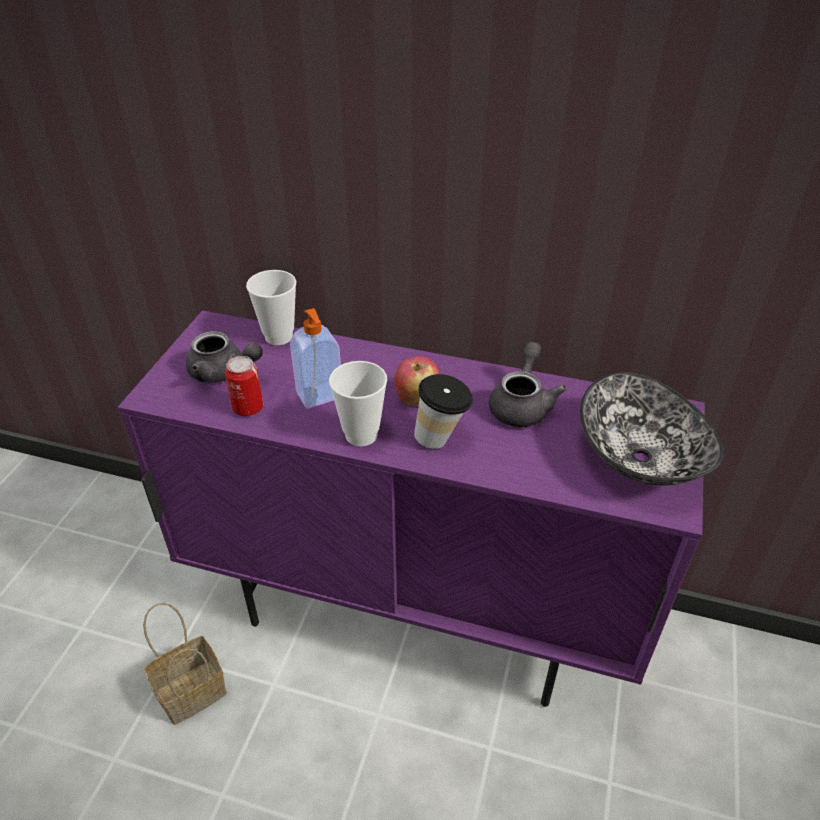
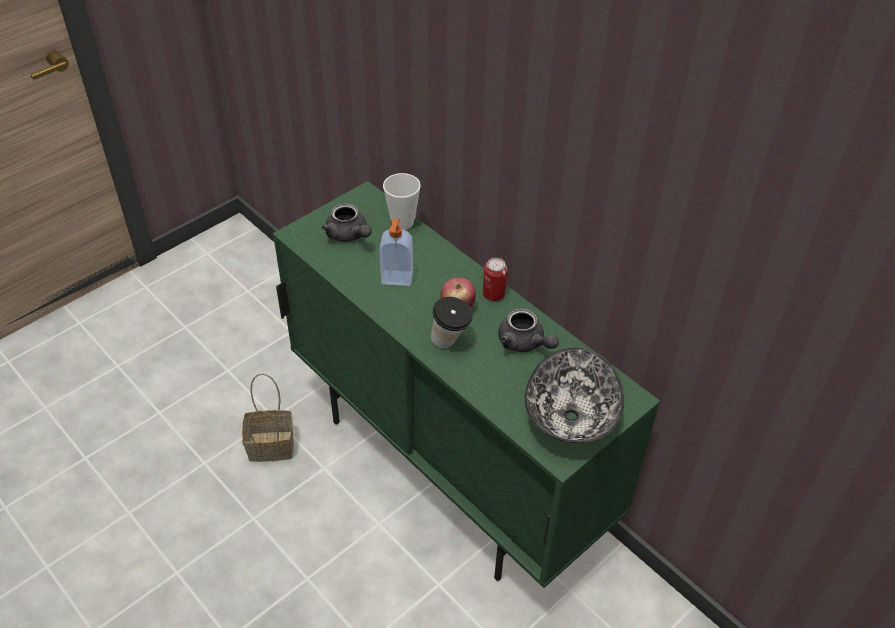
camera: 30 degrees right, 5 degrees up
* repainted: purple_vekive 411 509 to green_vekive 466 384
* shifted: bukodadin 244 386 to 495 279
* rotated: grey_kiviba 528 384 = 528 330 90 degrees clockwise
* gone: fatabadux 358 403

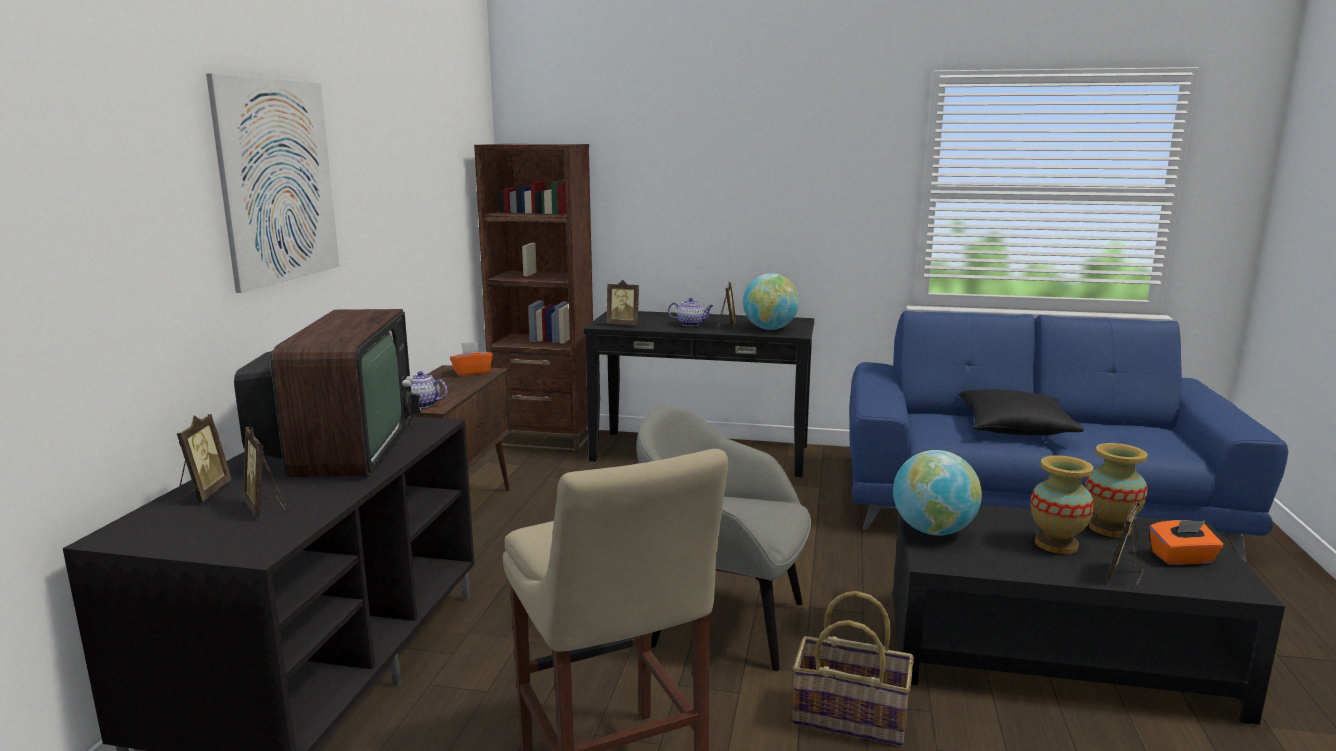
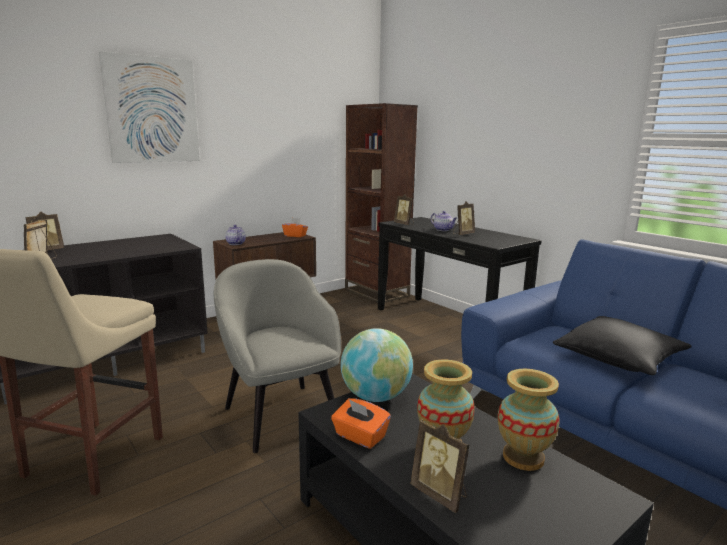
camera: 40 degrees right, 0 degrees up
* shifted: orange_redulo 1186 542 to 361 423
* rotated: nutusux 1124 544 = 440 466 120 degrees counterclockwise
* gone: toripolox 328 393
* gone: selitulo 771 301
* gone: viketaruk 853 668

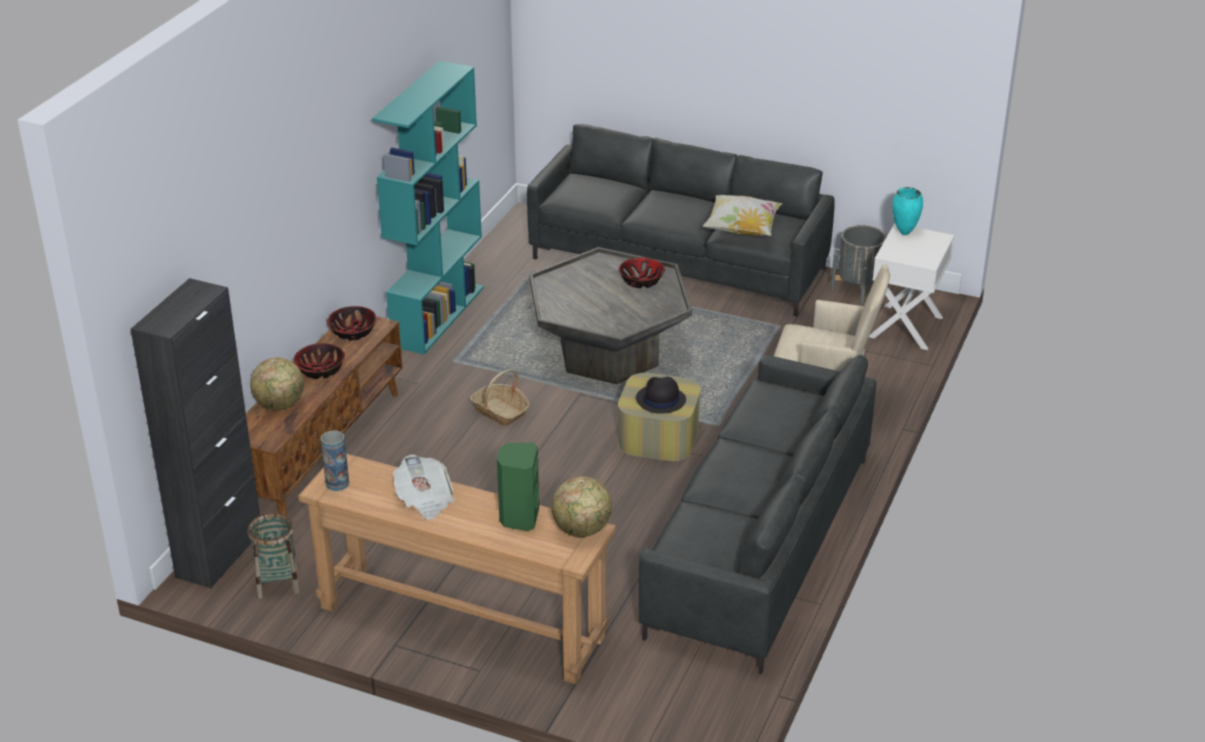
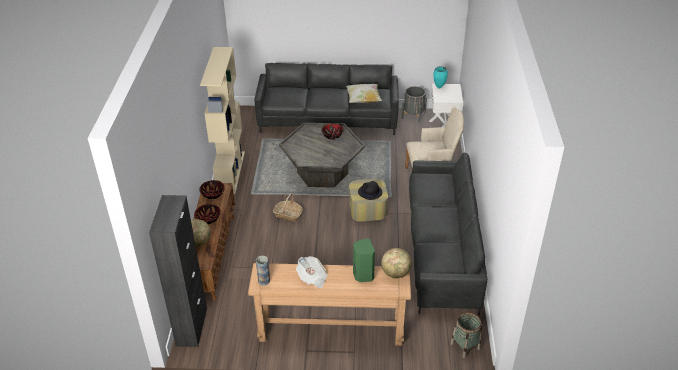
camera: 20 degrees left, 5 degrees up
* repainted: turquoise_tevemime 428 208 to beige_tevemime 222 120
* shifted: viketaruk 273 556 to 466 335

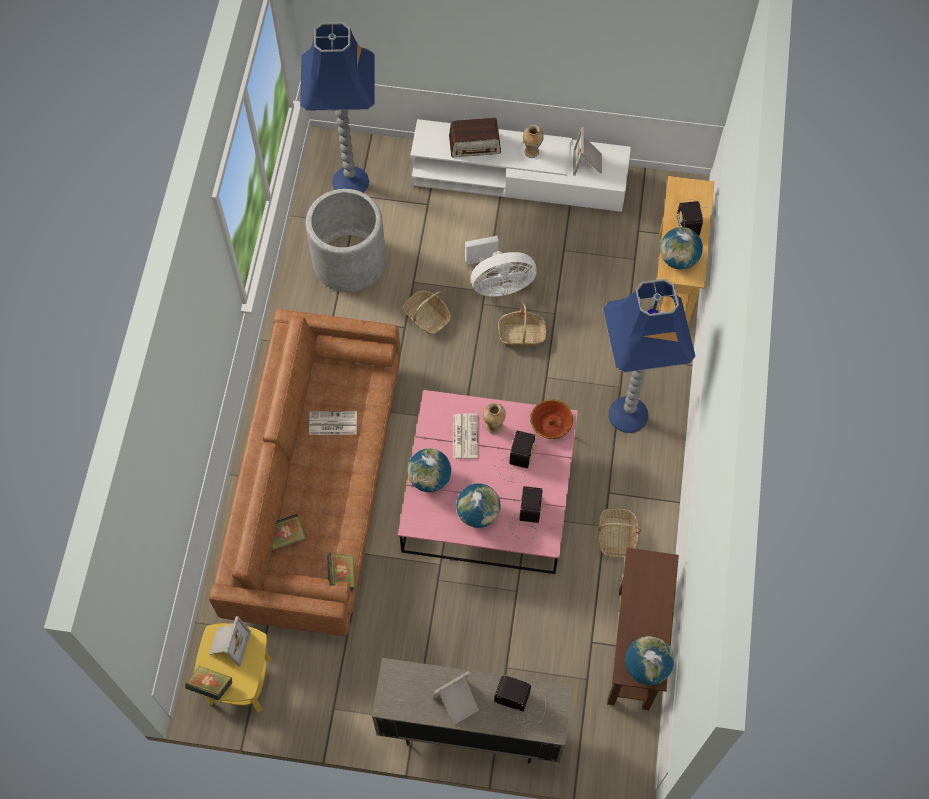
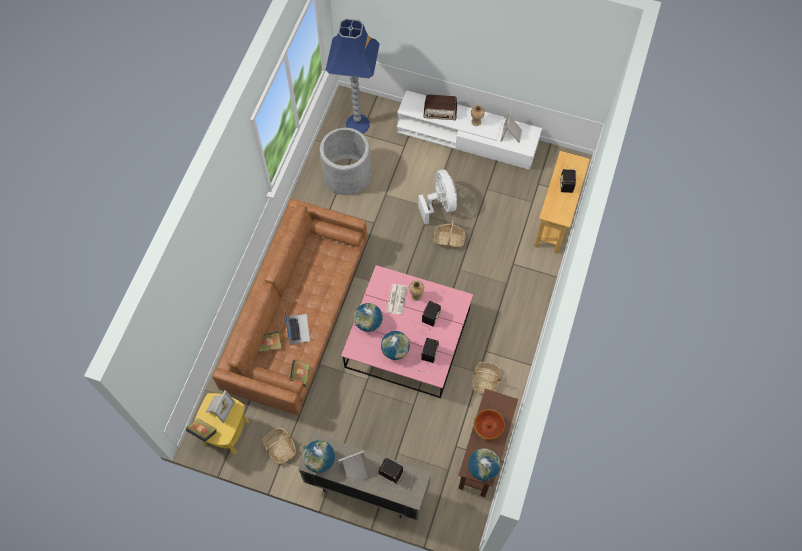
camera: 10 degrees right, 0 degrees up
* shifted: viketaruk 426 312 to 279 446
* new: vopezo 297 326
* shifted: selitulo 681 248 to 319 456
* rotated: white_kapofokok 501 266 = 437 197 105 degrees counterclockwise
* shifted: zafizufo 551 419 to 489 424
* gone: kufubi 333 423
* gone: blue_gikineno 649 356

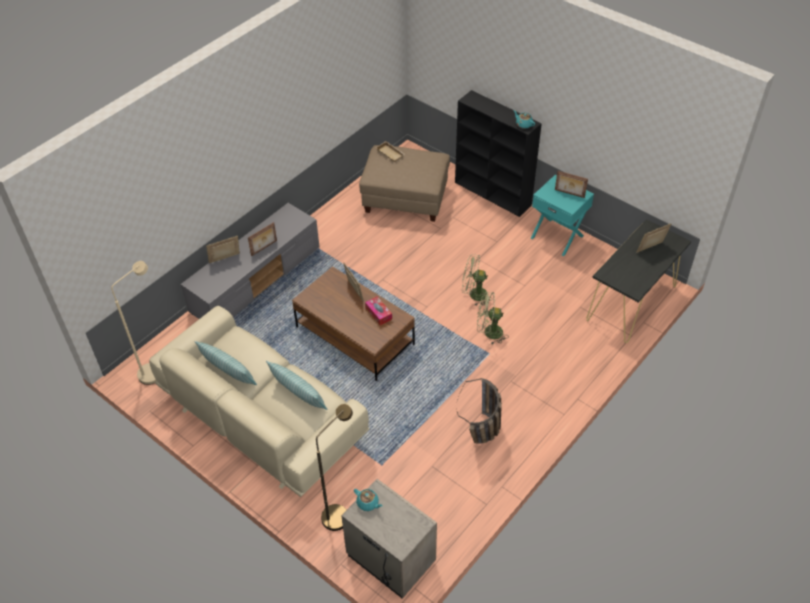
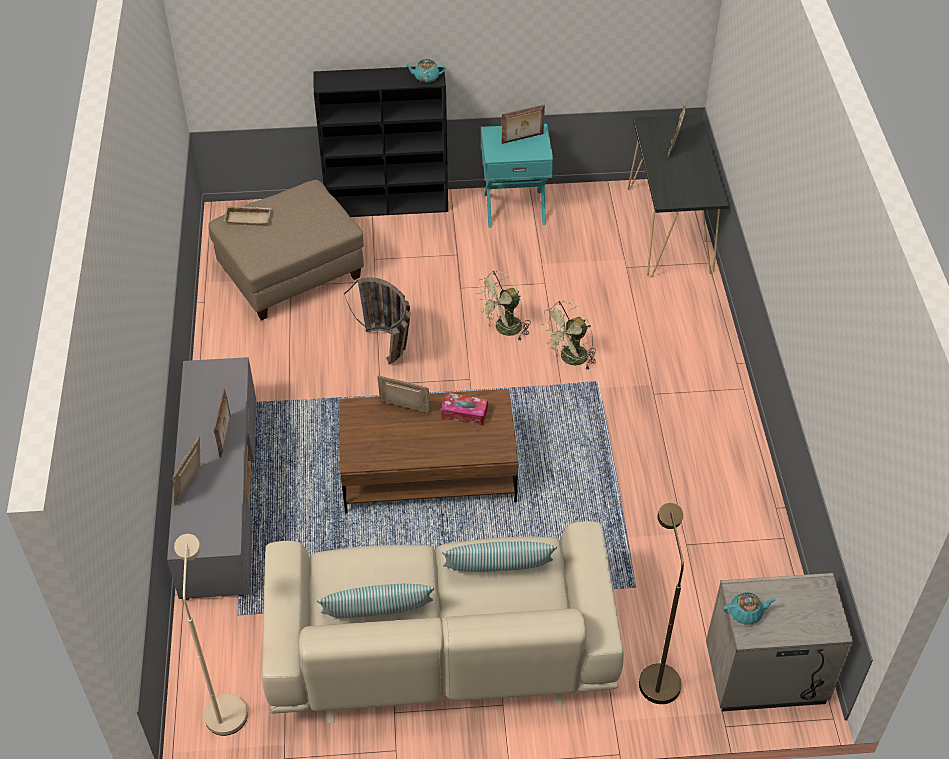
camera: 45 degrees left, 0 degrees up
* shifted: viketaruk 479 411 to 377 320

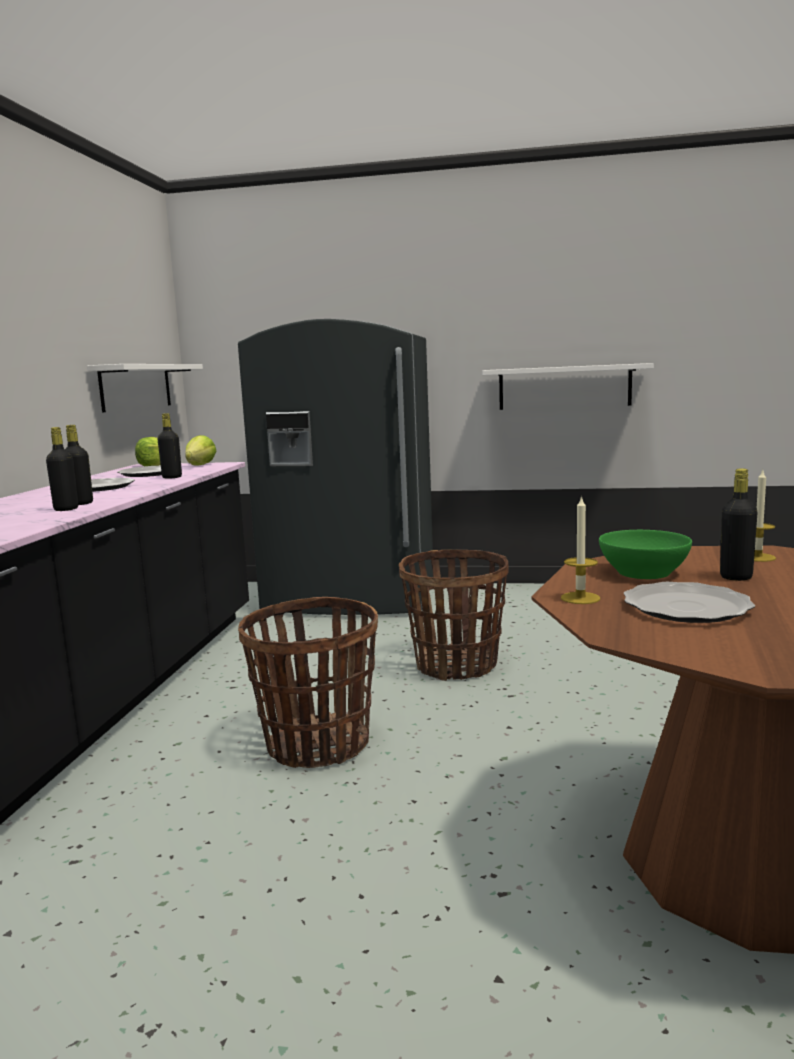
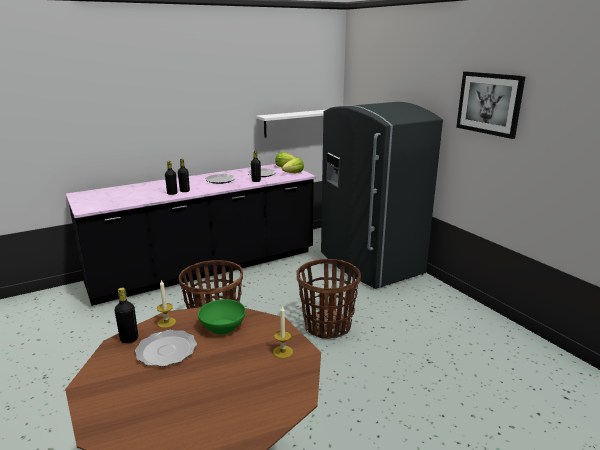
camera: 50 degrees right, 10 degrees up
* shifted: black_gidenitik 739 524 to 126 315
* new: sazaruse 491 105
* gone: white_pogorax 568 386

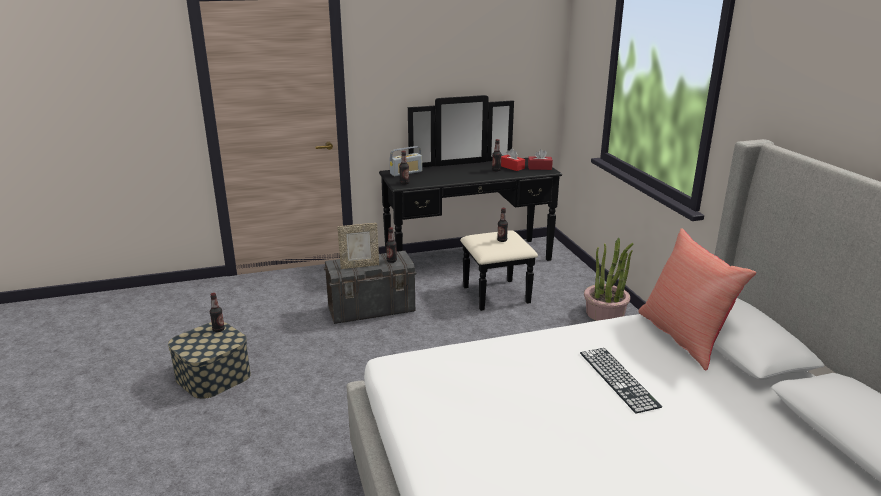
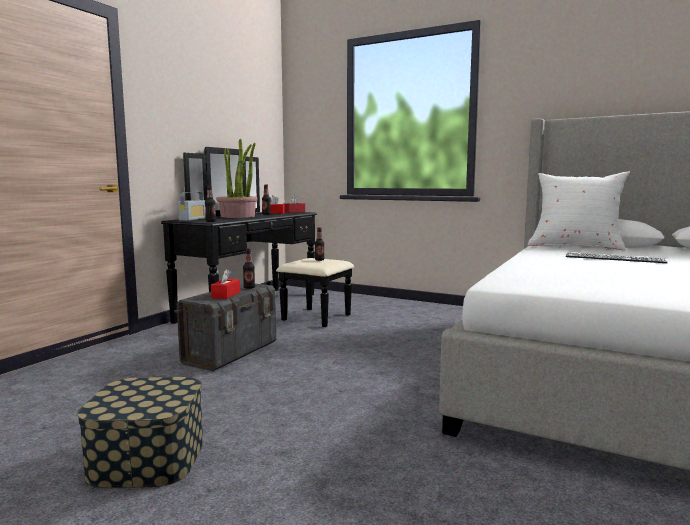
camera: 45 degrees left, 15 degrees down
* swapped: nutusux 358 246 to red_redulo 225 284
* shifted: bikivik 609 279 to 237 178
* repainted: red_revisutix 697 299 to white_revisutix 579 211
* gone: gidenitik 217 312

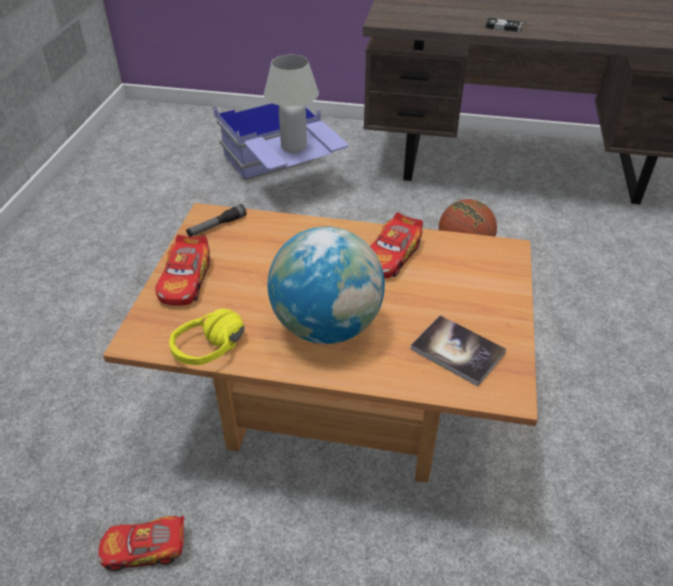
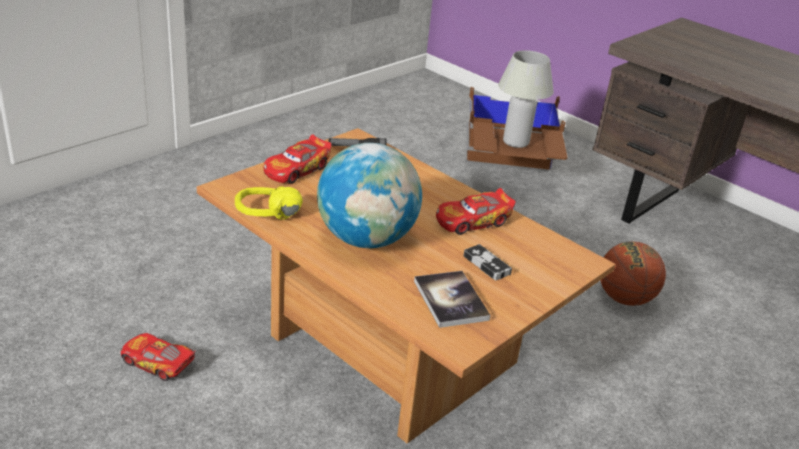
camera: 30 degrees right, 10 degrees down
* shifted: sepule 504 25 to 487 262
* repainted: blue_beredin 281 141 to brown_beredin 517 129

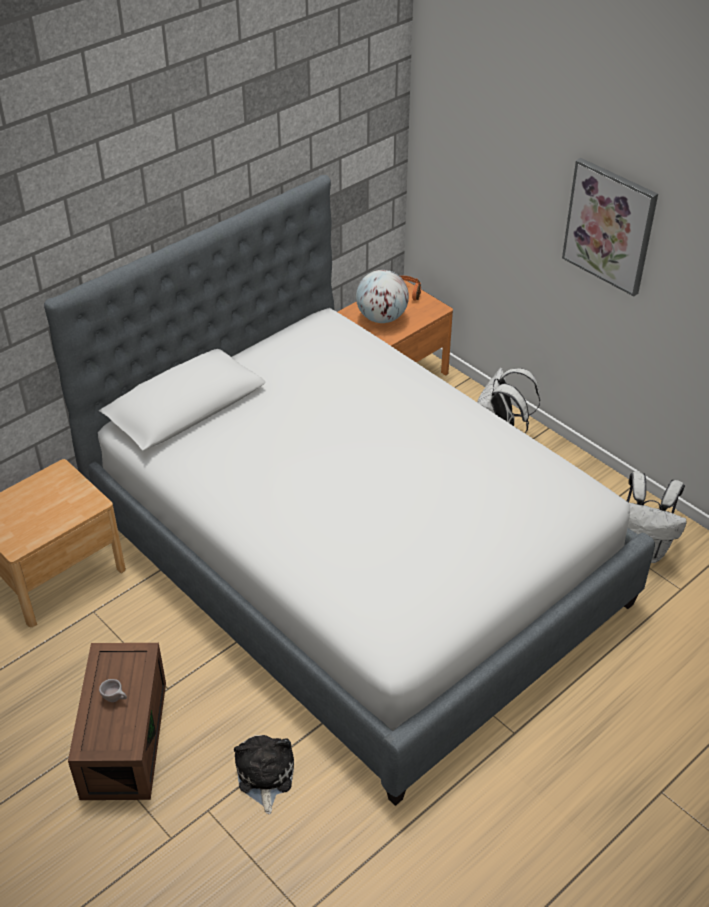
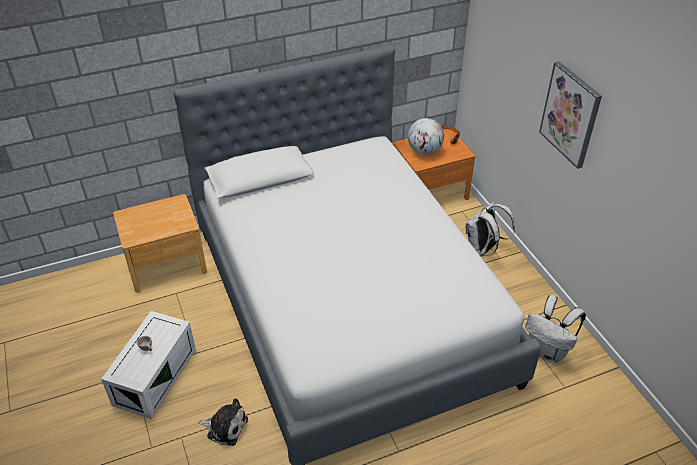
camera: 20 degrees right, 0 degrees up
* repainted: brown_beredin 117 721 to white_beredin 148 365
* rotated: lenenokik 264 774 = 223 422 90 degrees clockwise

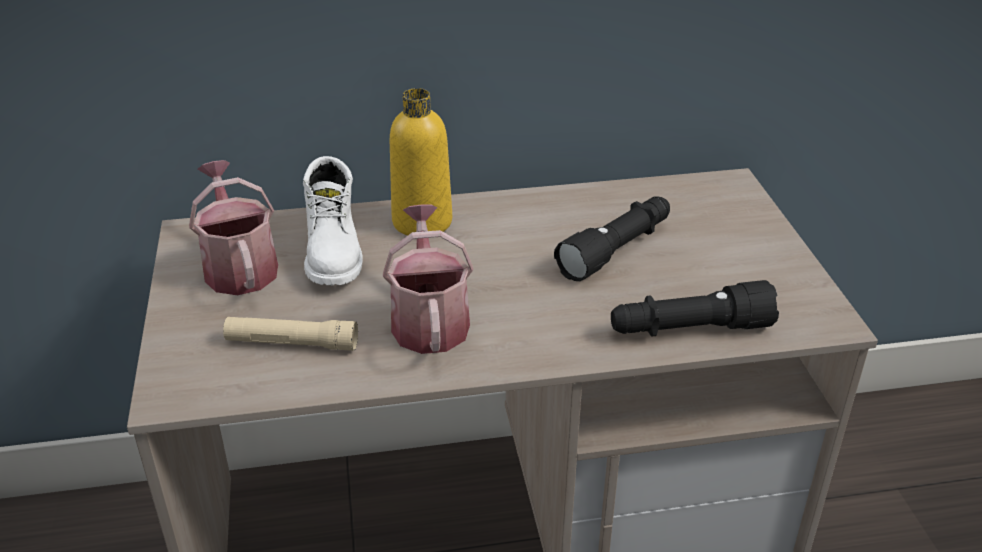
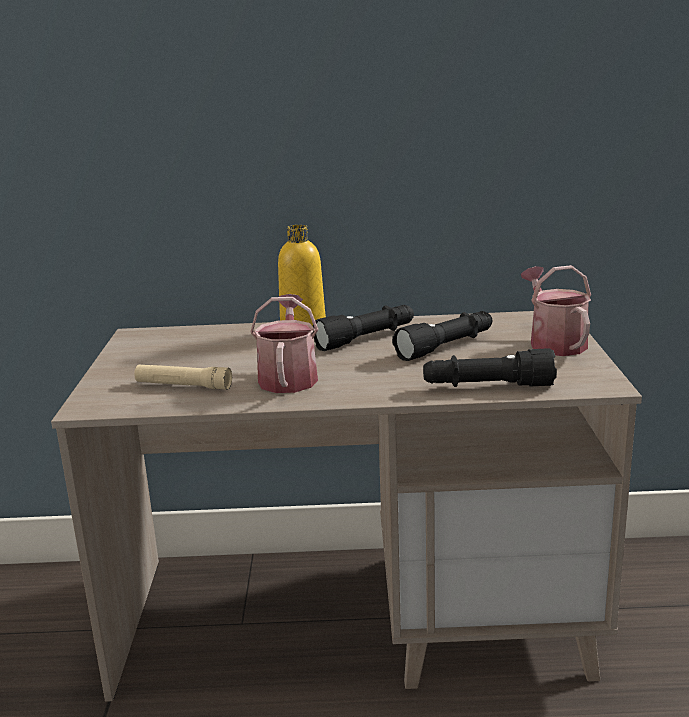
camera: 10 degrees right, 15 degrees down
* new: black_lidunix 363 328
* shifted: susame 233 227 to 556 310
* gone: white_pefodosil 333 220

